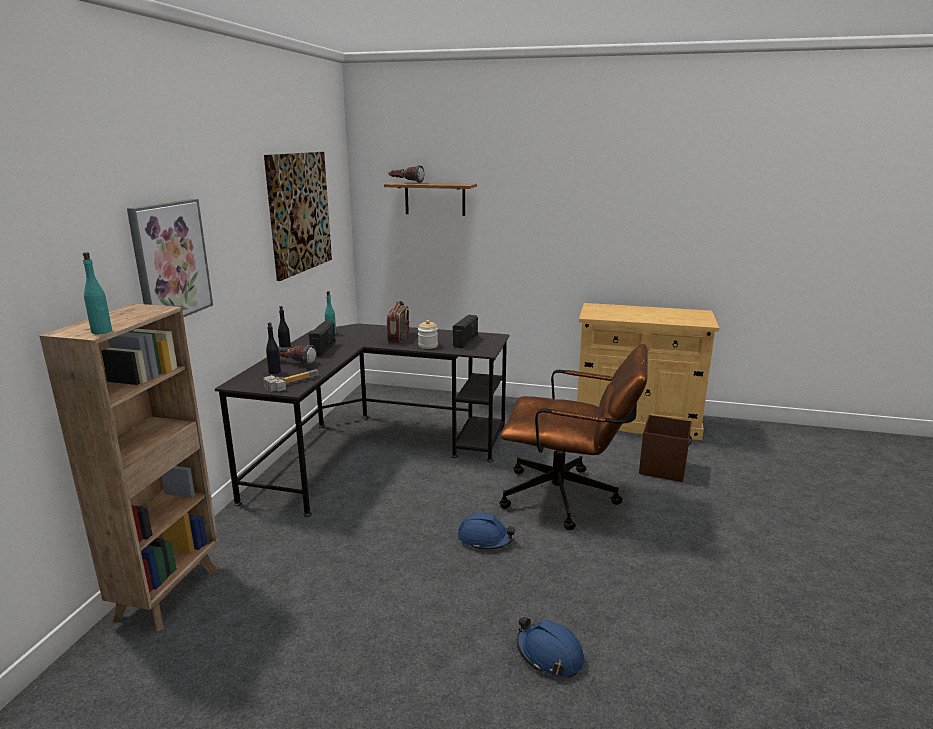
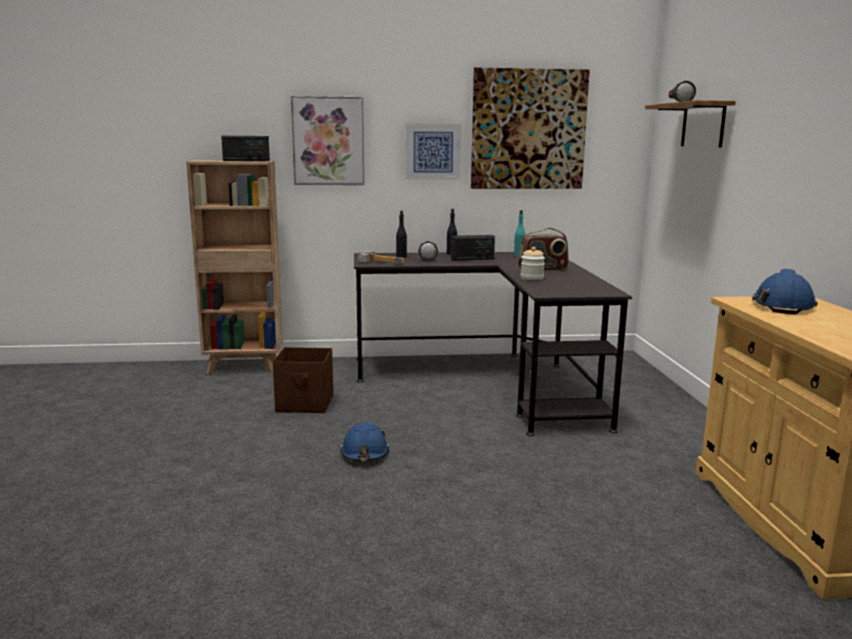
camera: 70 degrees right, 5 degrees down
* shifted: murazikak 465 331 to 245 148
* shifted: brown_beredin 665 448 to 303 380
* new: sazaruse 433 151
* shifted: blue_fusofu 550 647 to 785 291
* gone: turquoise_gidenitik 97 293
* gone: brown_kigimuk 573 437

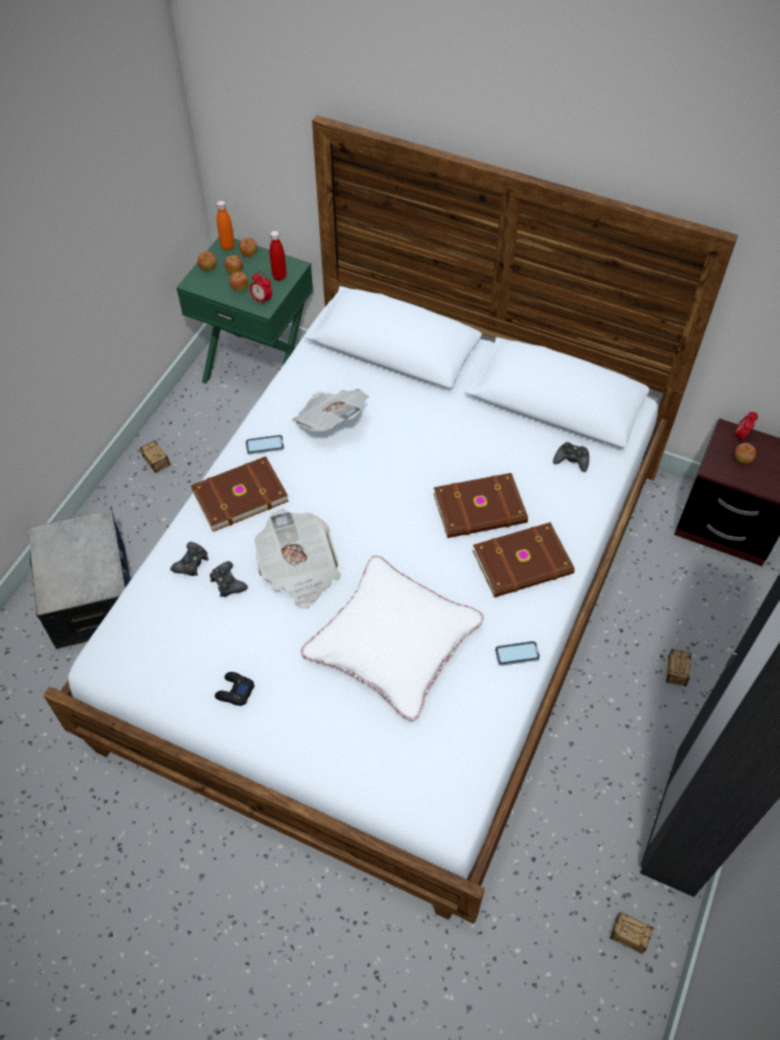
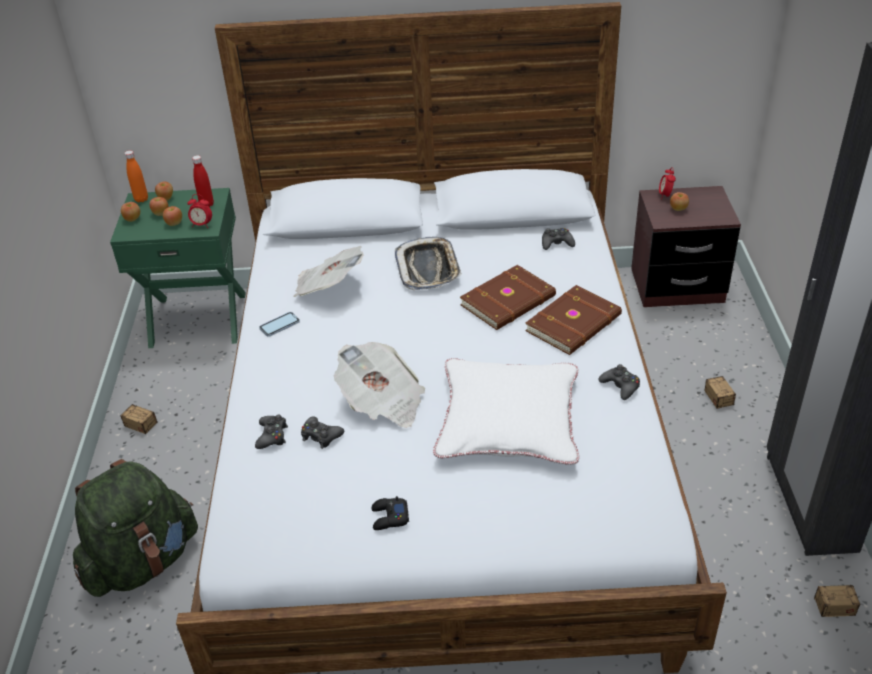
camera: 25 degrees left, 15 degrees down
* swapped: beredin 79 579 to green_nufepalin 135 528
* new: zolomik 428 263
* swapped: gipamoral 517 653 to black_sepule 619 382
* gone: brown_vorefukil 240 494

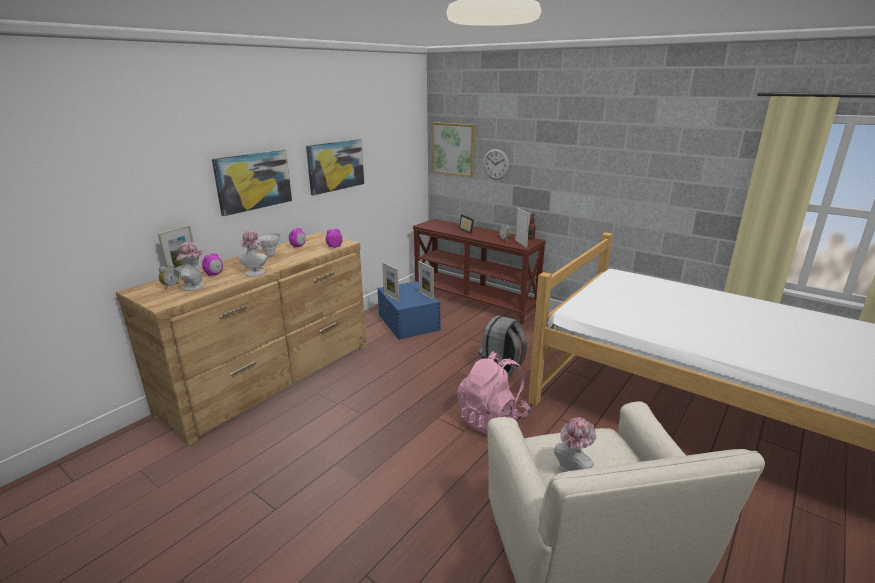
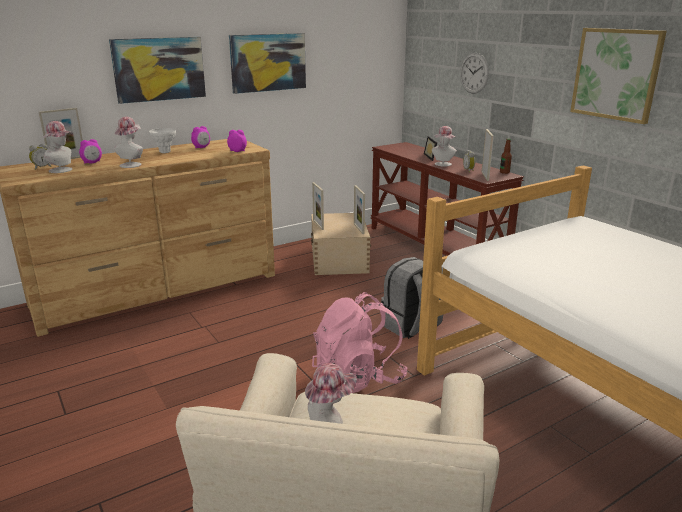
camera: 20 degrees right, 0 degrees up
* repainted: blue_beredin 408 310 to beige_beredin 341 244
* new: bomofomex 444 146
* shifted: sazaruse 453 149 to 618 76

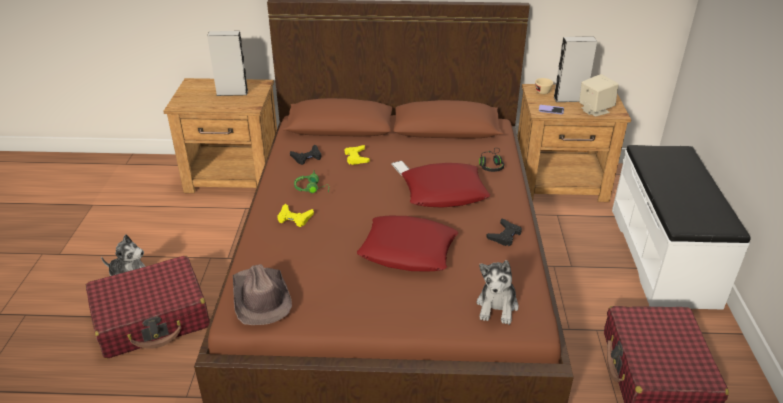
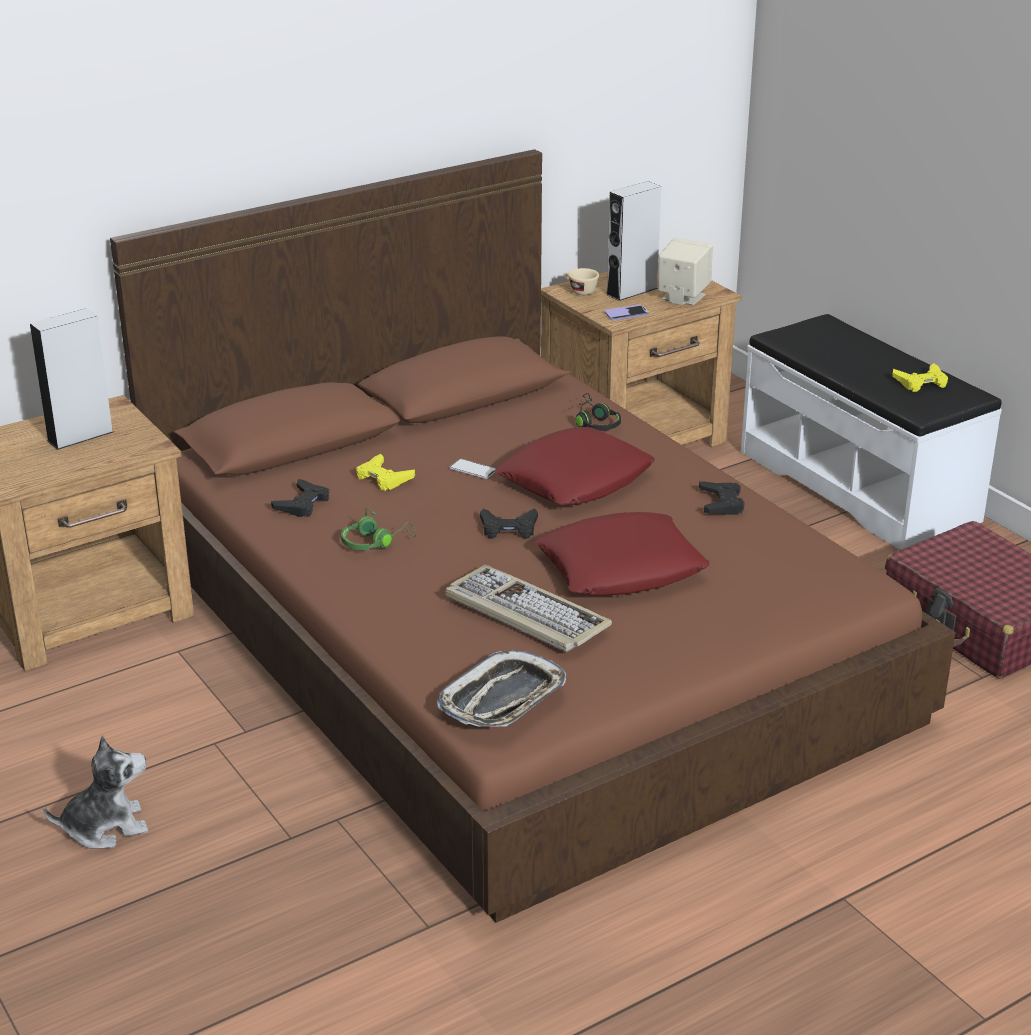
camera: 35 degrees left, 5 degrees down
* swapped: brown_bomofomex 262 294 to zolomik 501 688
* new: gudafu 529 608
* new: black_sepule 509 523
* shifted: yellow_sepule 295 215 to 920 377
* gone: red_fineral 148 307
* gone: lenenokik 498 292

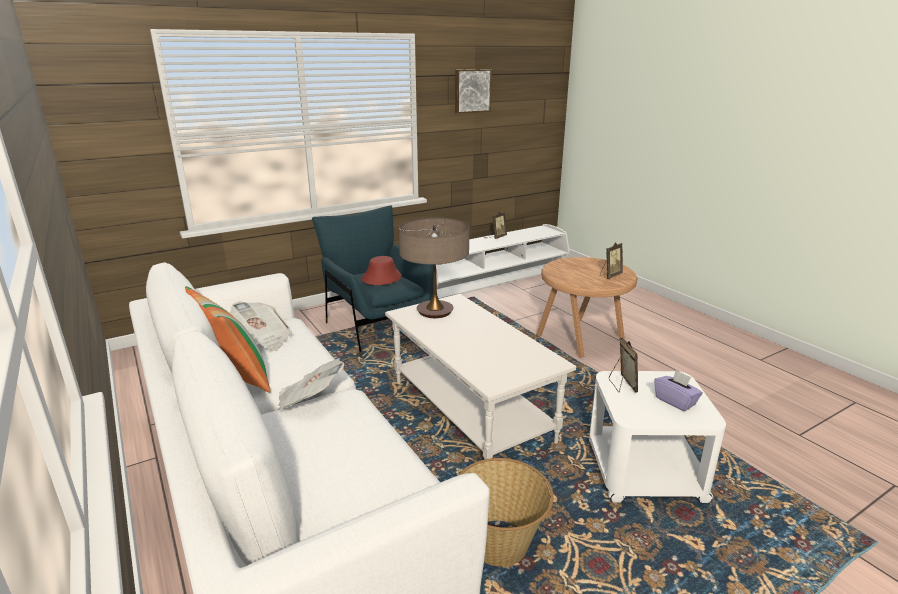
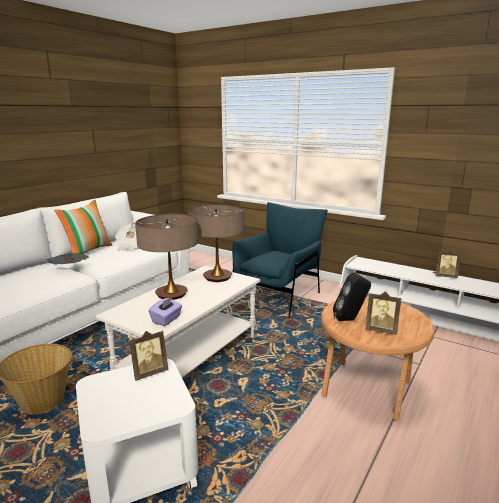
camera: 65 degrees right, 5 degrees down
* new: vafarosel 167 257
* shifted: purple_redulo 678 390 to 165 311
* new: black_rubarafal 352 296
* gone: red_bomofomex 382 270
* gone: sazaruse 473 91

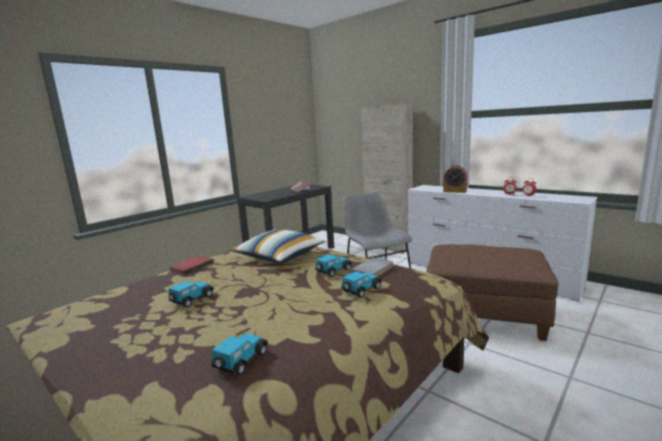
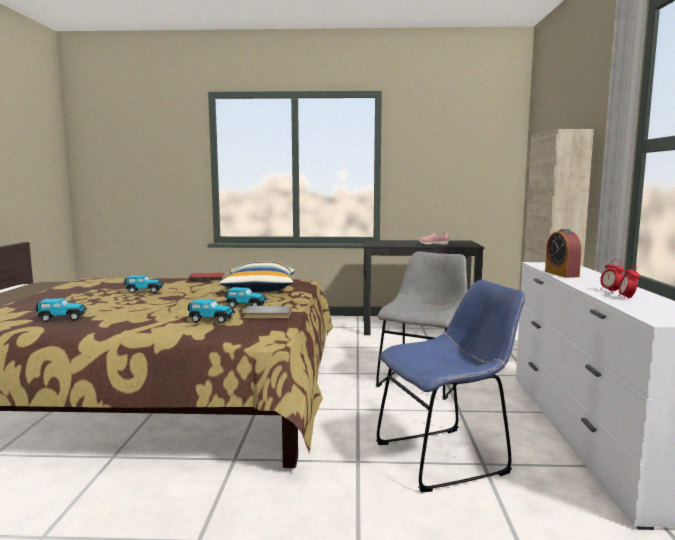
camera: 50 degrees right, 5 degrees down
* swapped: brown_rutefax 492 292 to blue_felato 450 386

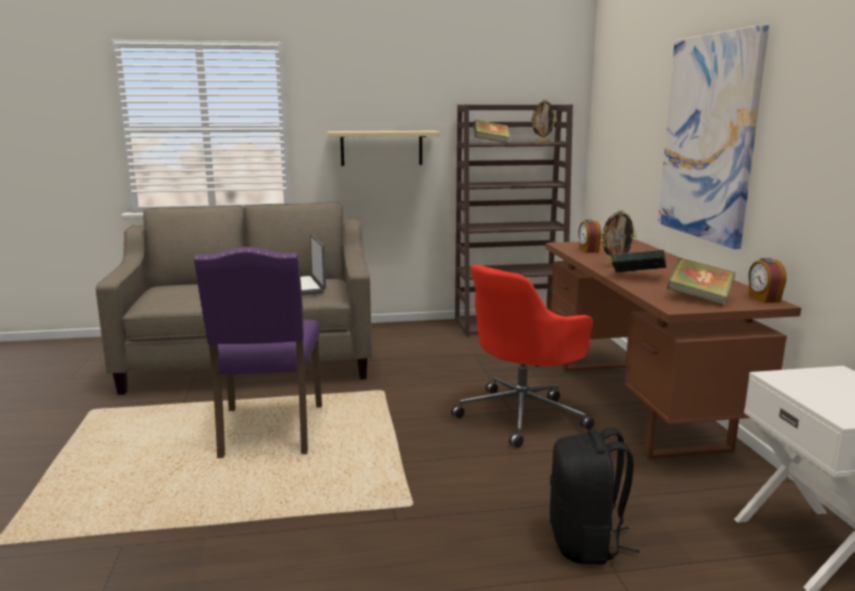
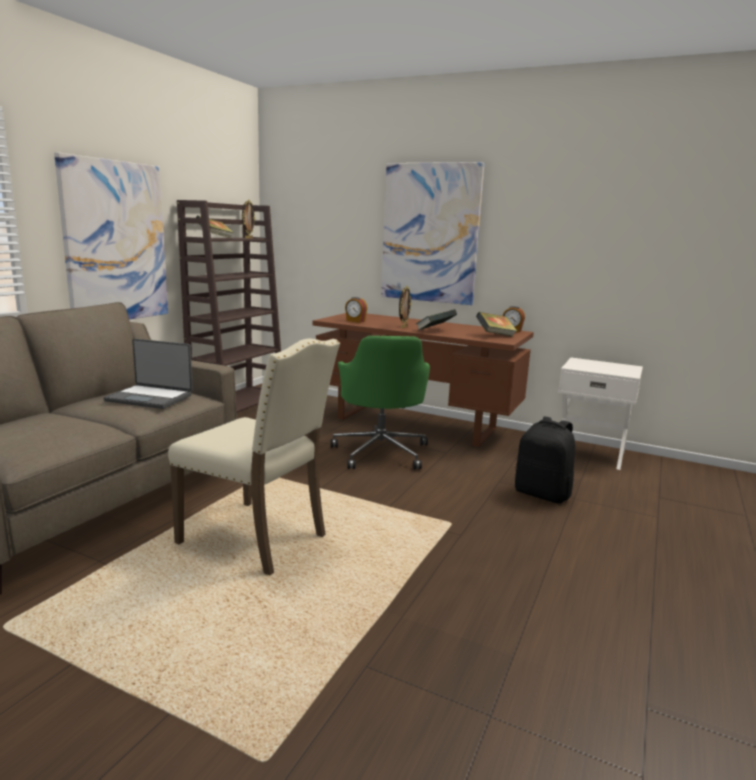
camera: 55 degrees left, 0 degrees up
* swapped: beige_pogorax 384 148 to sazaruse 111 236
* repainted: purple_felato 258 352 to beige_felato 254 457
* repainted: red_kigimuk 522 356 to green_kigimuk 380 402

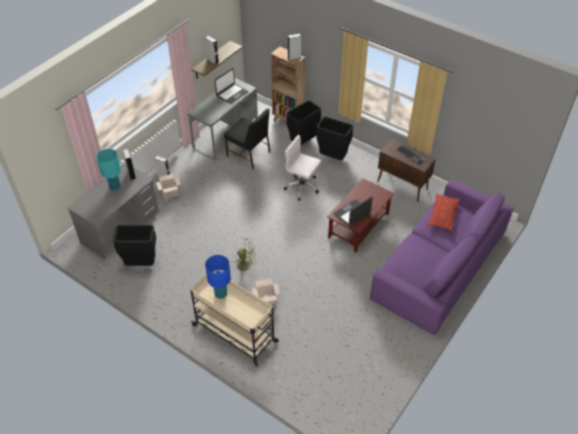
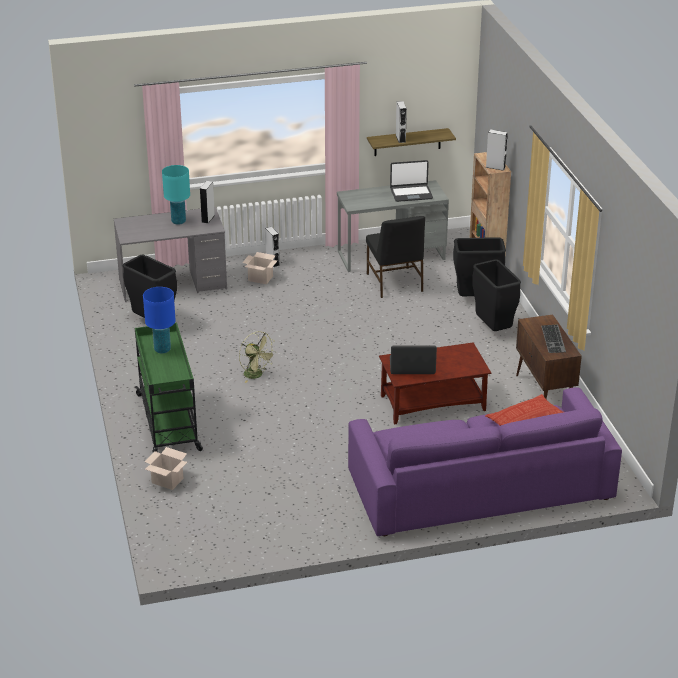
camera: 40 degrees right, 15 degrees down
* repainted: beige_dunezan 234 319 to green_dunezan 168 388
* shifted: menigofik 266 292 to 166 468
* gone: white_kigimuk 302 167

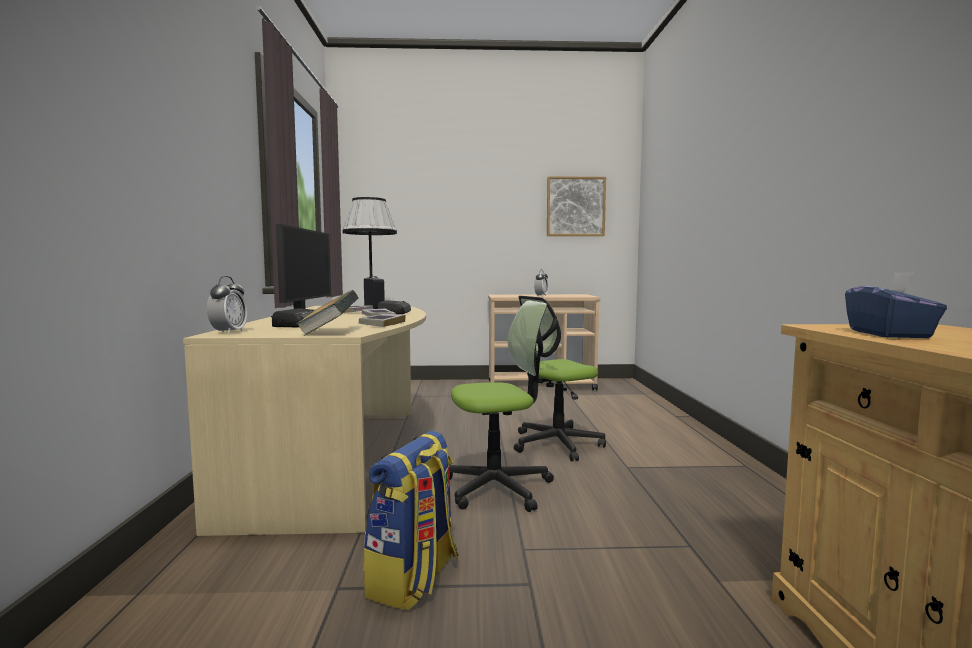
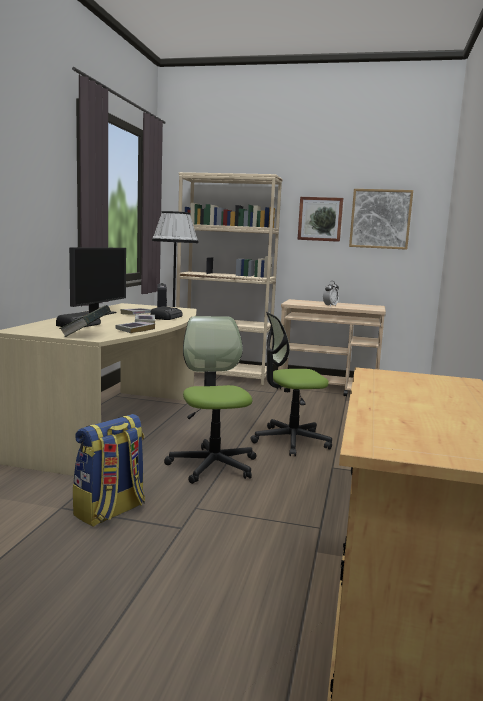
camera: 15 degrees right, 5 degrees up
* rotated: kigimuk 501 406 = 210 400 105 degrees counterclockwise
* new: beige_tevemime 229 278
* new: sazaruse 320 219
* gone: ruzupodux 227 305
* gone: blue_redulo 896 305

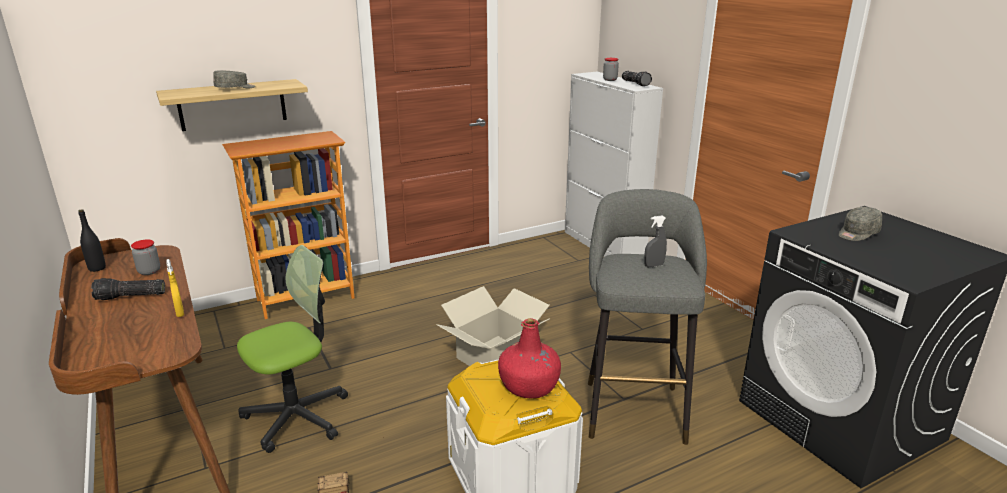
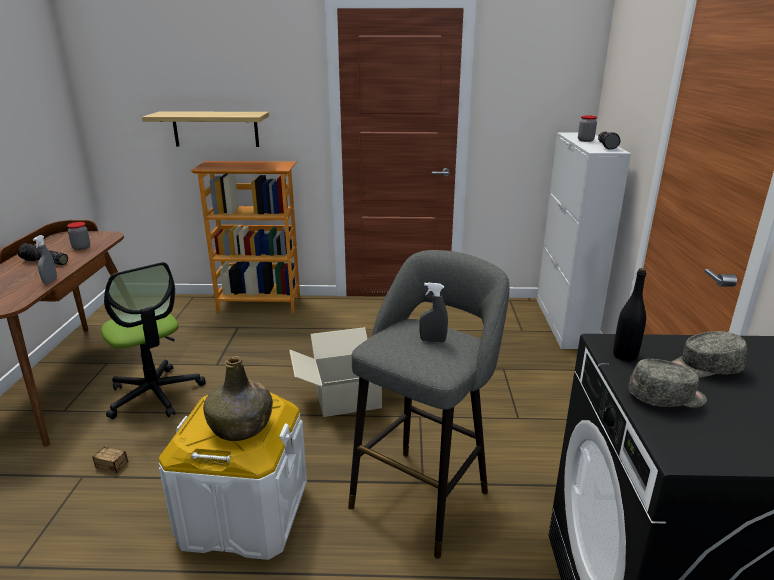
camera: 30 degrees right, 0 degrees up
* repainted: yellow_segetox 175 288 to grey_segetox 45 259
* rotated: kigimuk 292 349 = 153 340 60 degrees clockwise
* repainted: red_gidenitik 529 358 to green_gidenitik 238 398
* shifted: black_gidenitik 92 241 to 629 315
* shifted: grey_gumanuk 234 79 to 667 383

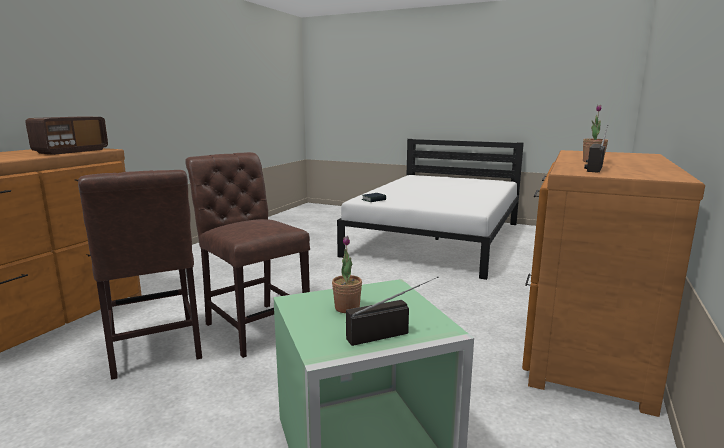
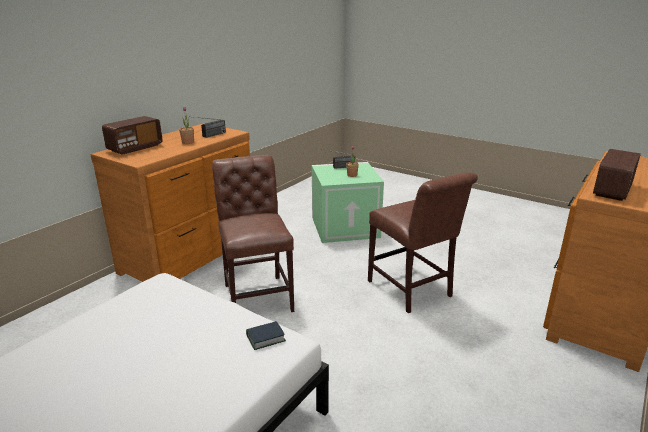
camera: 170 degrees left, 10 degrees up
* new: murazikak 132 135
* shifted: brown_felato 140 275 to 253 233

